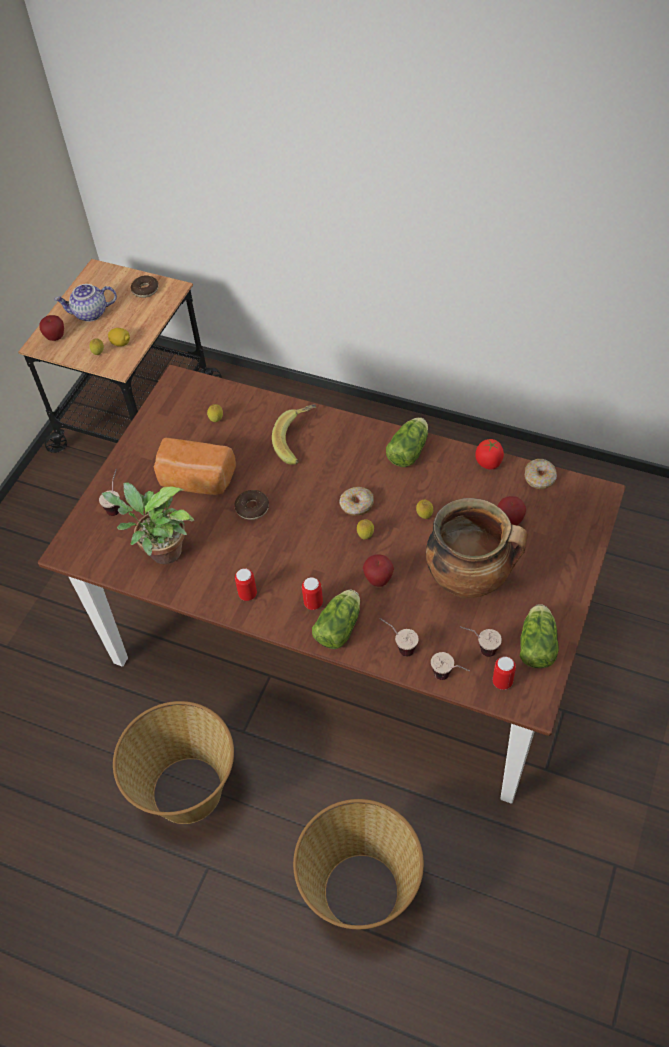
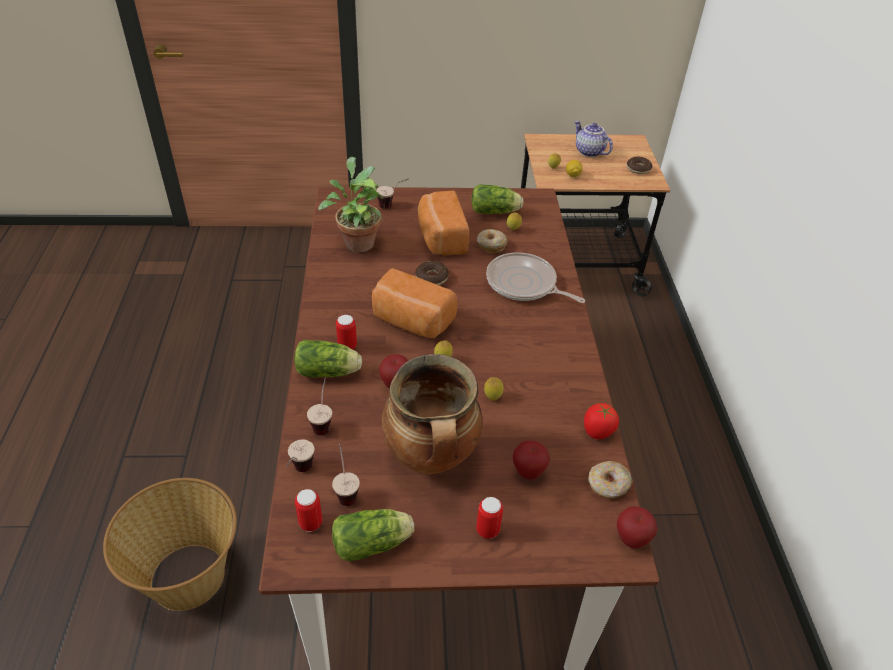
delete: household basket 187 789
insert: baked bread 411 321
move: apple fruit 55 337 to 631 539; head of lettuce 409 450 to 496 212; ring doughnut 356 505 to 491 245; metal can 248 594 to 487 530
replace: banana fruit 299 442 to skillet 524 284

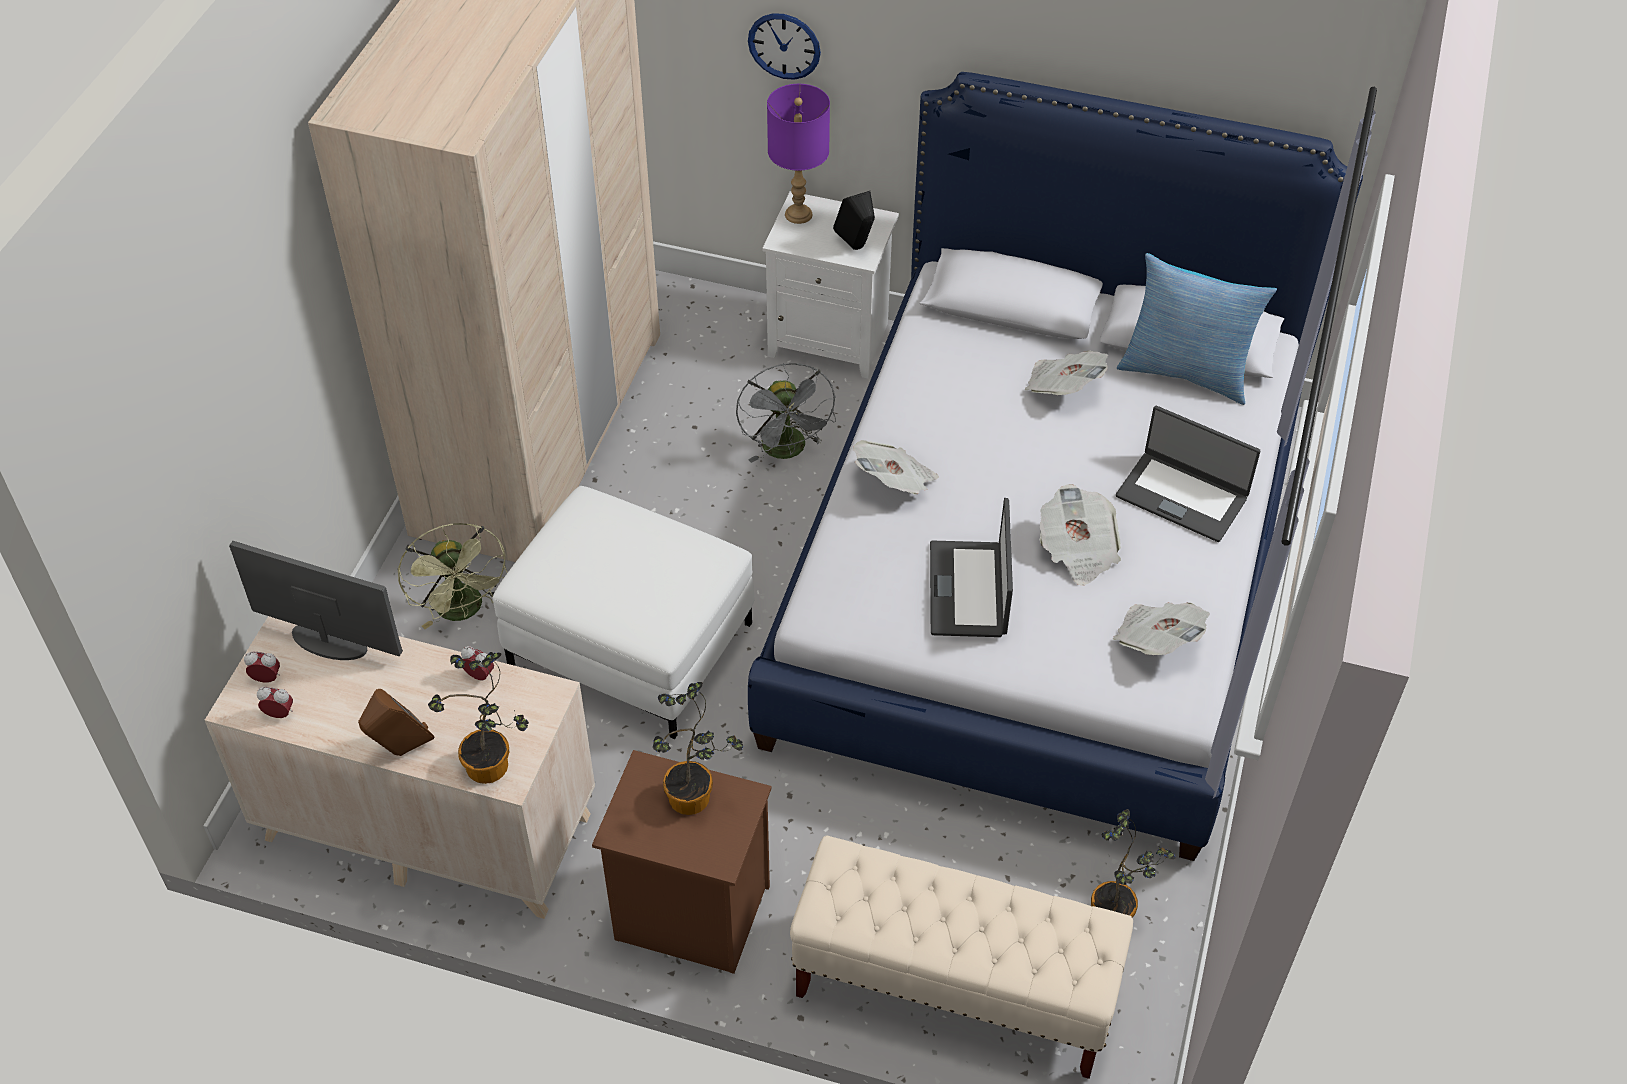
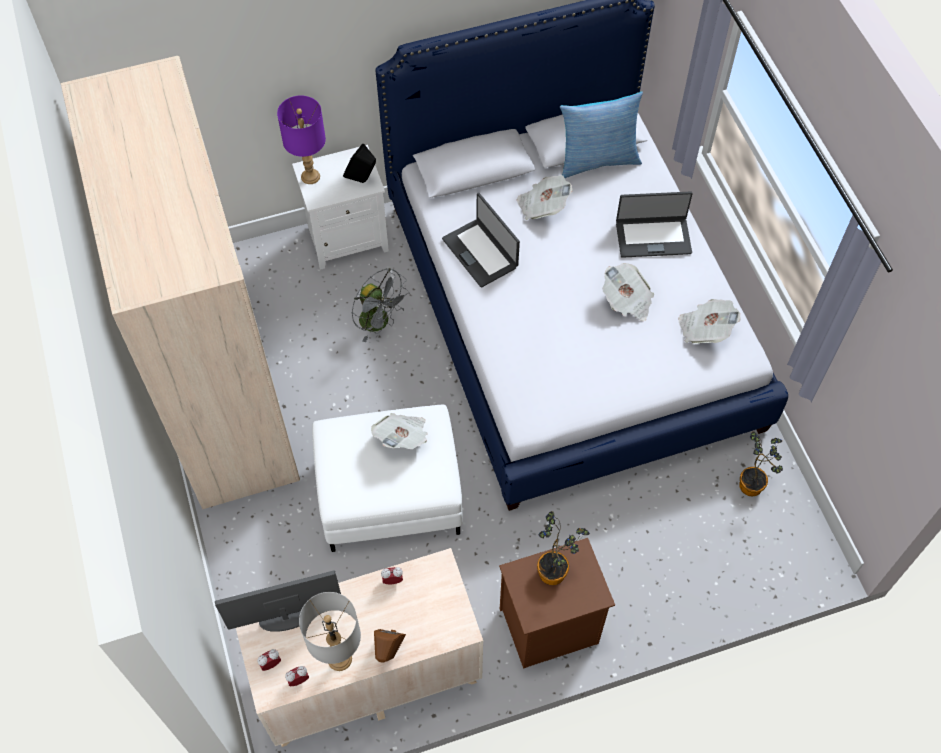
delete: hanging clock 784 46; green cooling fan 464 611; houseplant 493 769; beige-coloured bench 953 989
insert: greyish lamp for a table 339 659
move: daily paper 895 482 to 402 437; laptop 969 590 to 480 252

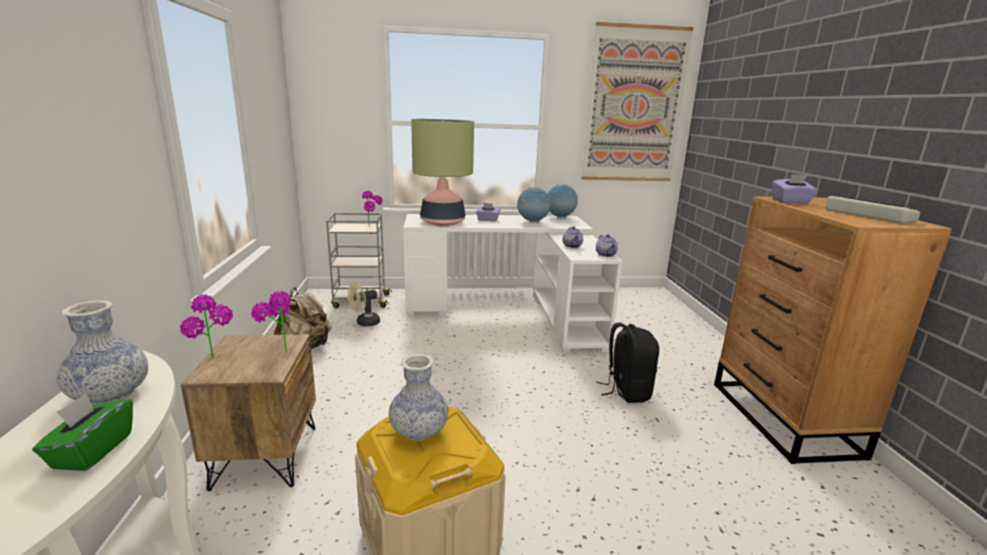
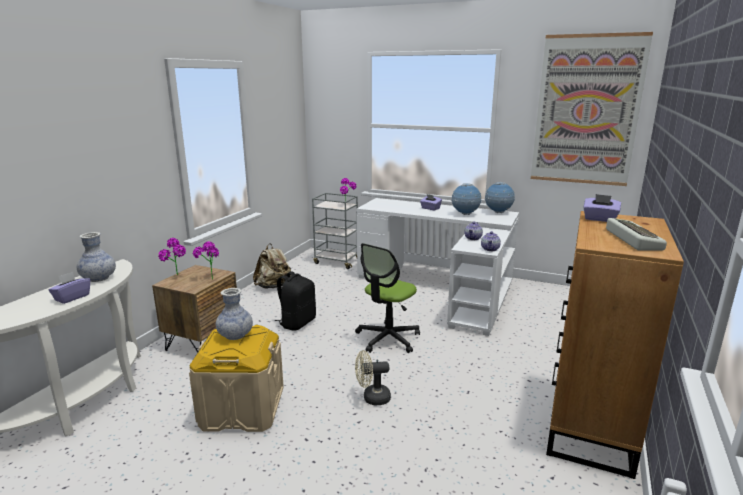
delete: lamp for a table 442 222
insert: desk chair 387 338
move: beige-coloured cooling fan 364 323 to 372 398; black-coloured backpack 626 391 to 297 323
recolor: green tissue holder 92 451 to purple tissue holder 72 297

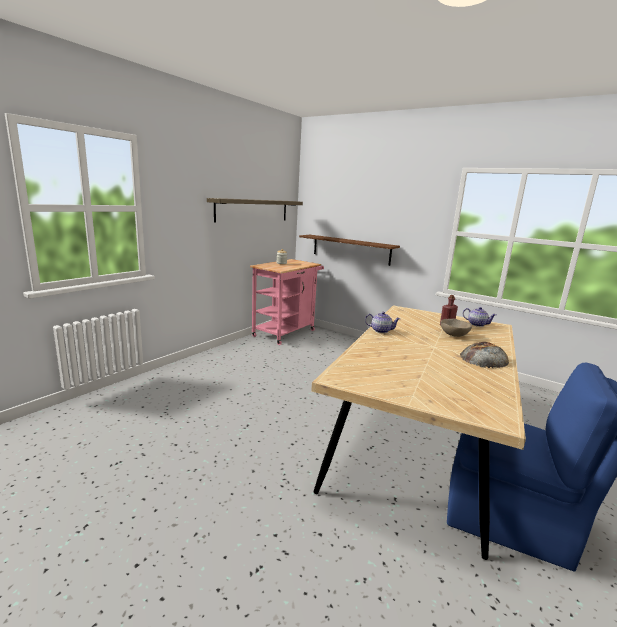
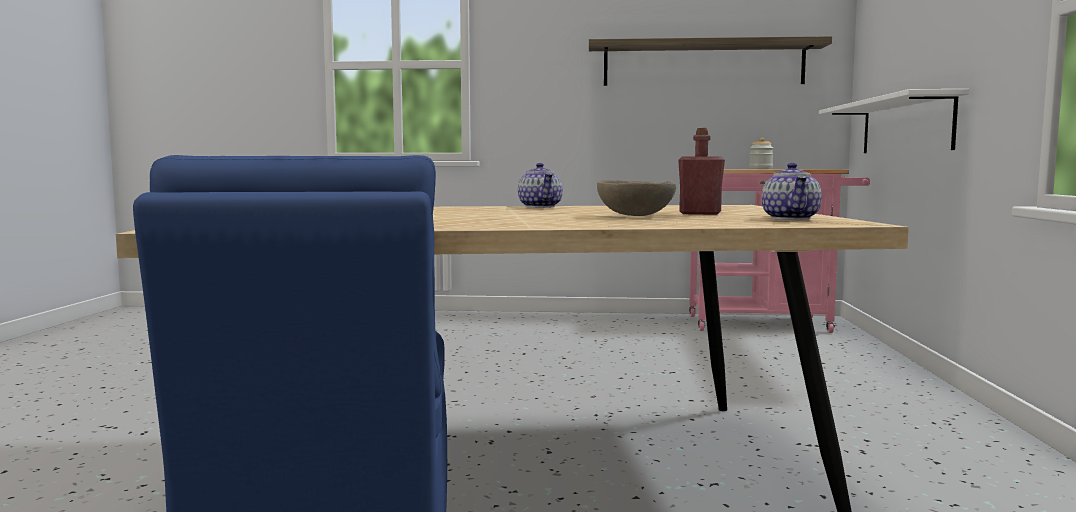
delete: baked bread 484 358
recolor: brown-coloured bracket shelf 350 249 to white bracket shelf 905 126

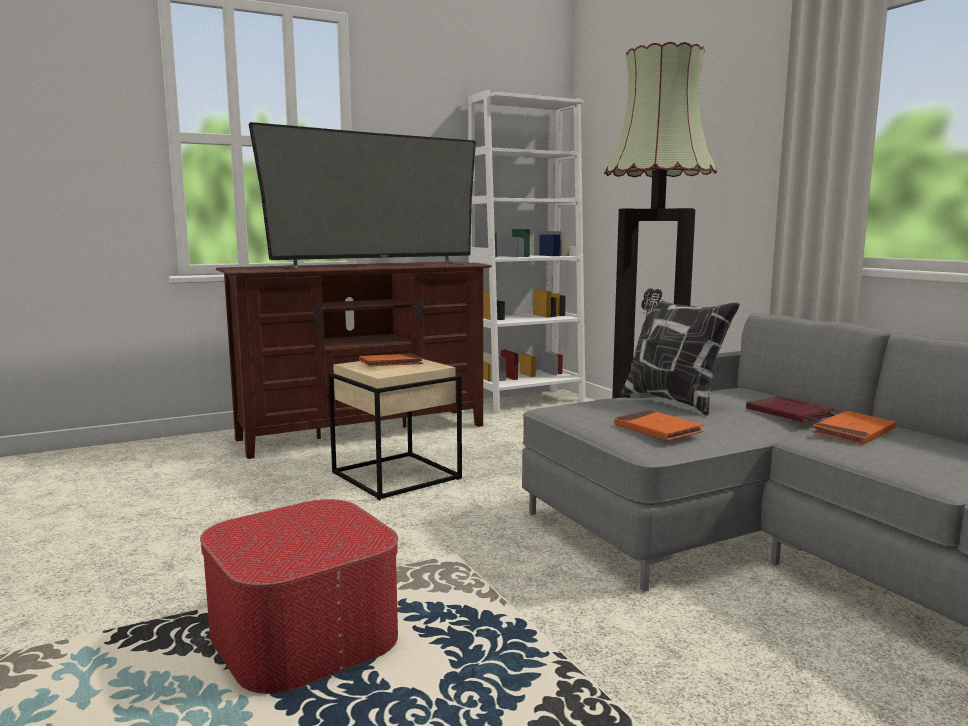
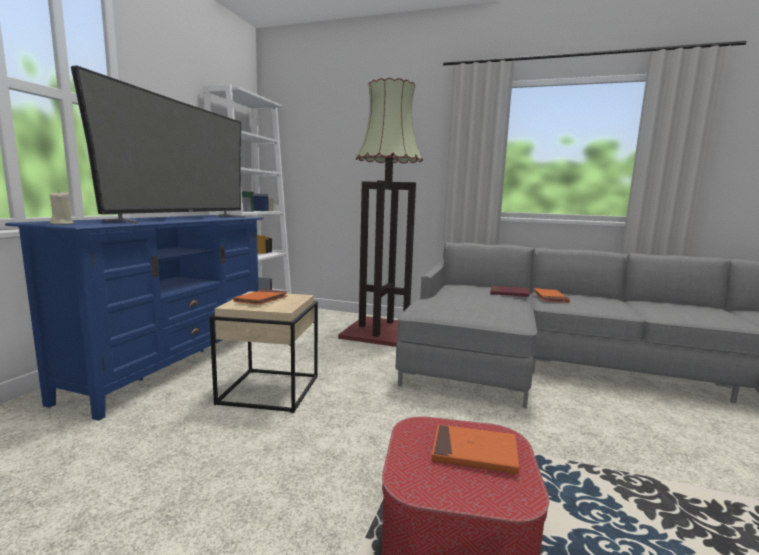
delete: cushion 671 401
insert: beige-coloured wax light 62 224
move: orangey volume 657 430 to 474 452
recolor: brown-coloured tv stand 363 432 to blue-coloured tv stand 173 363

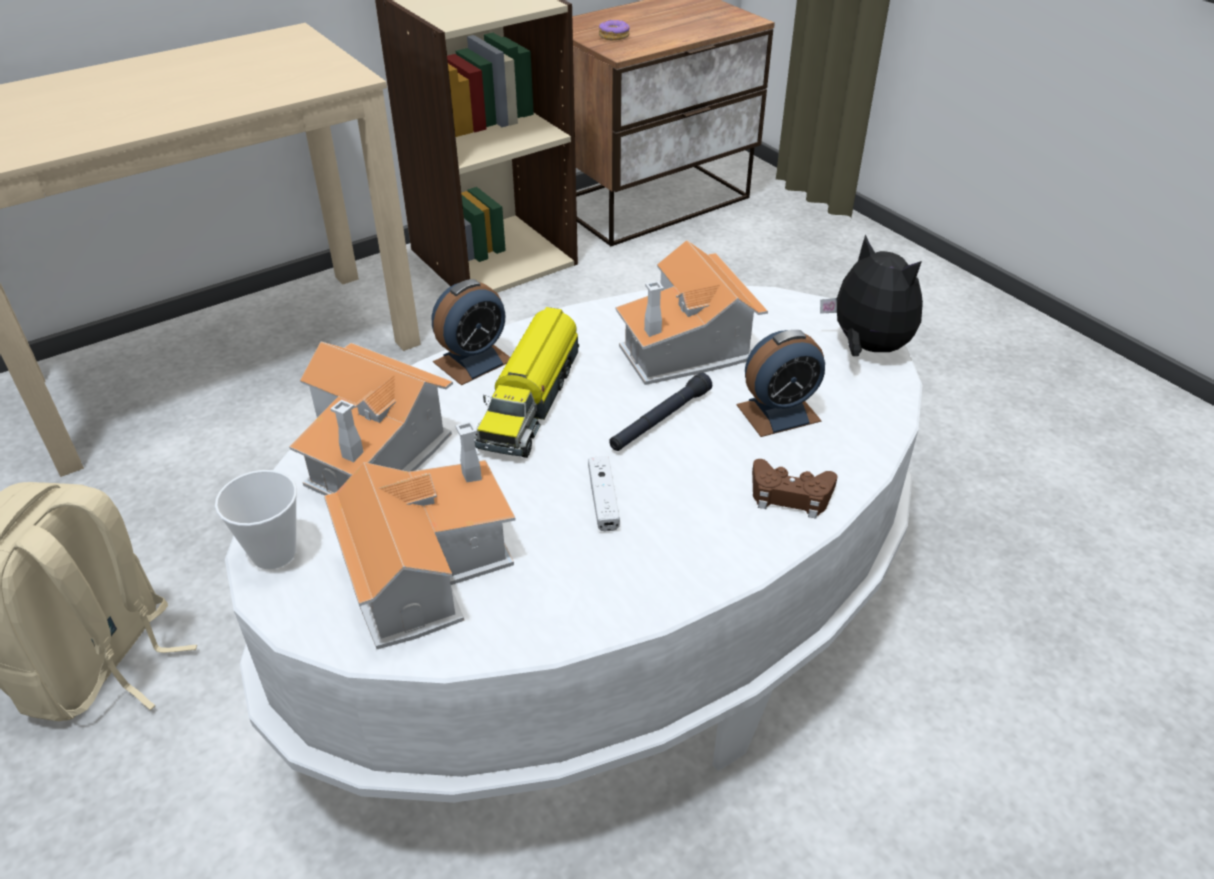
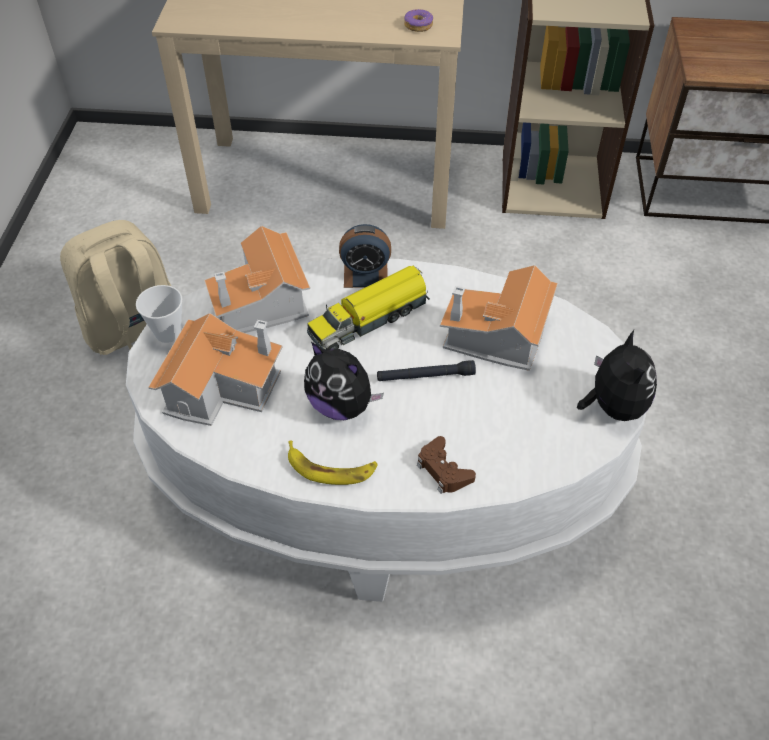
delete: alarm clock 778 413
insert: banana fruit 330 467
move: ring doughnut 614 36 to 418 25
replace: white gamepad 603 500 to soft toy 341 405

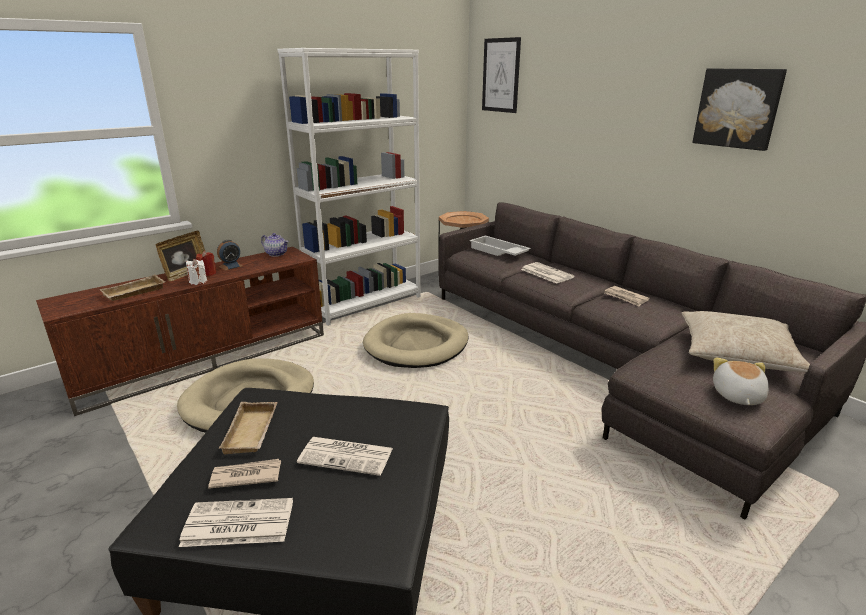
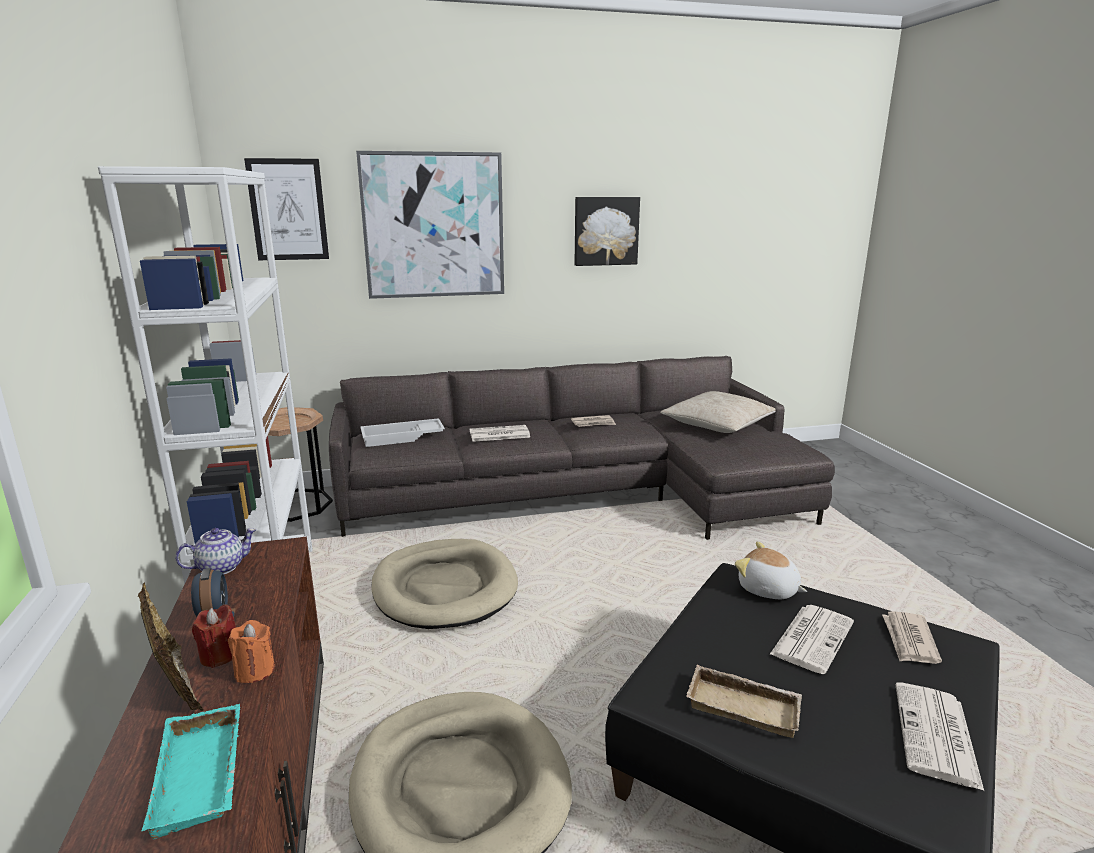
insert: wall art 433 226
move: soft toy 736 396 to 767 590; daily paper 245 476 to 909 640
recolor: white wax light 198 282 to orangey wax light 254 670; beige-coloured serving tray 134 293 to turquoise serving tray 203 776

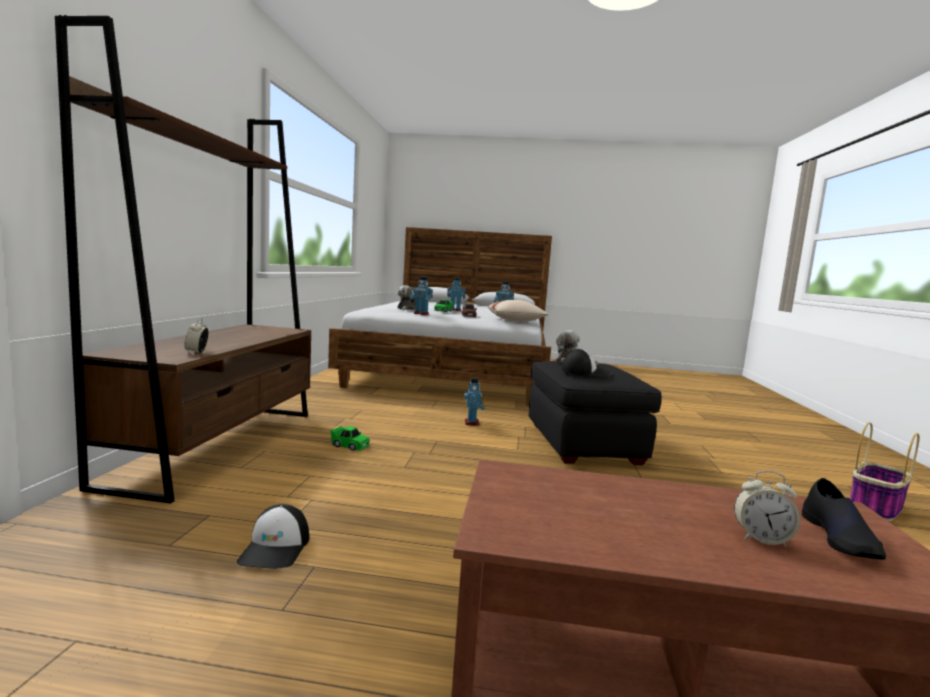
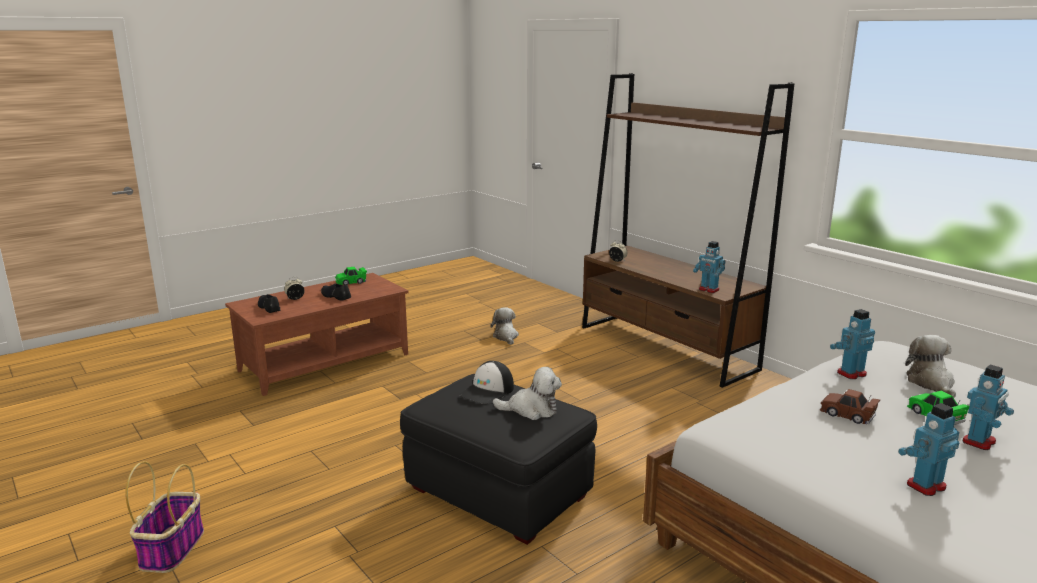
delete: beige-coloured cushion 516 321
insert: black-coloured item of footwear 335 296
move: robot figure 472 423 to 708 290; green miniature car 350 446 to 351 282
replace: cap 276 548 to soft toy 506 337

